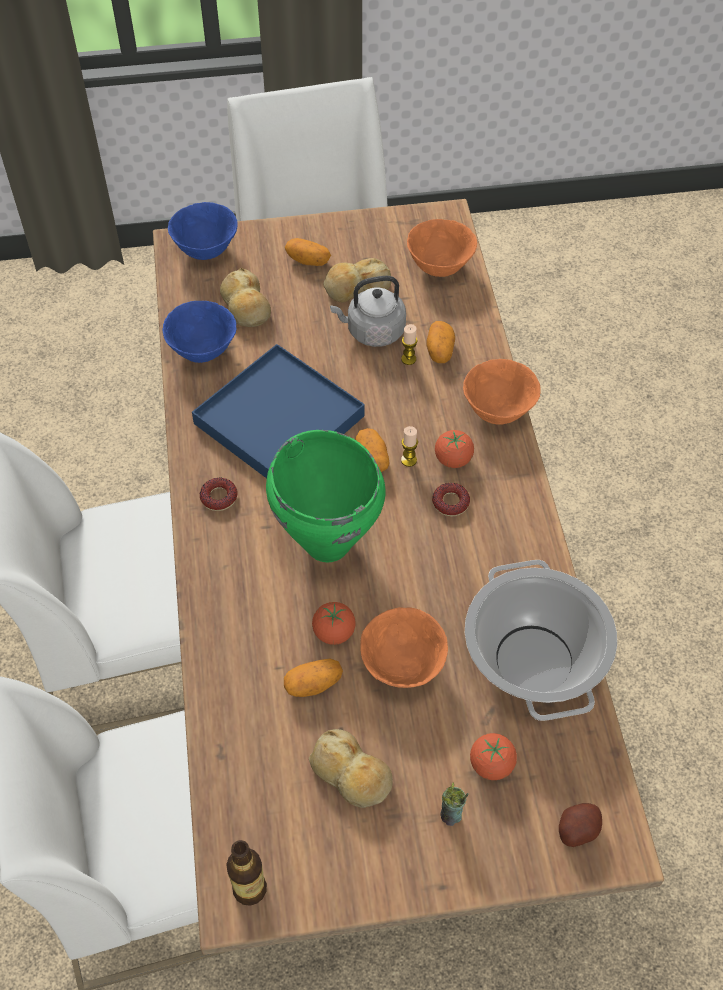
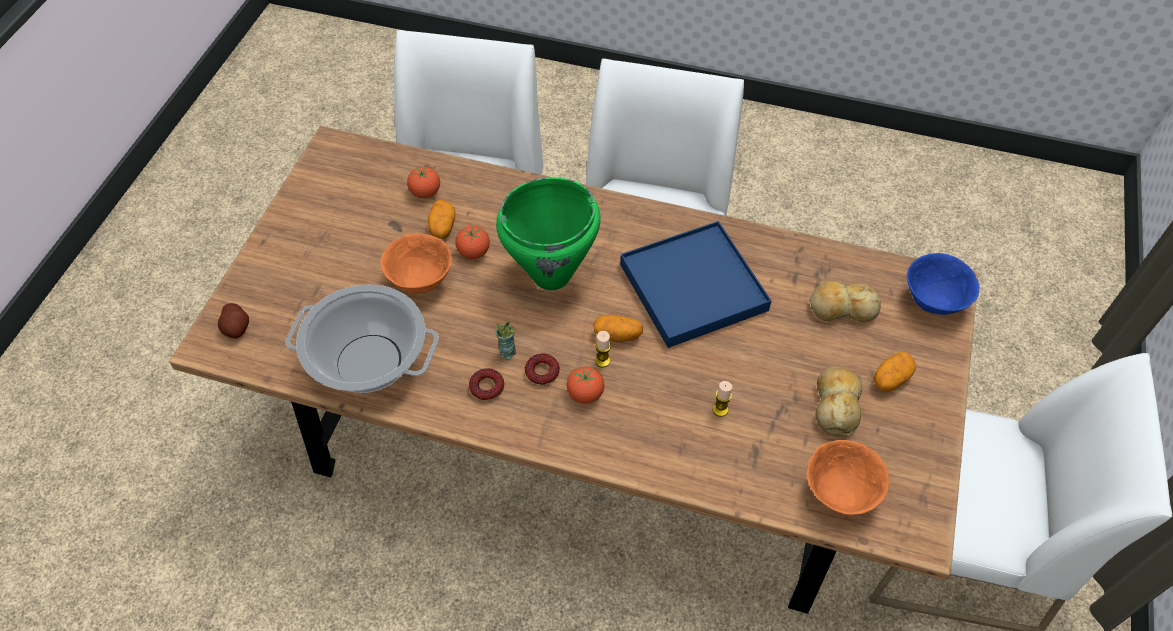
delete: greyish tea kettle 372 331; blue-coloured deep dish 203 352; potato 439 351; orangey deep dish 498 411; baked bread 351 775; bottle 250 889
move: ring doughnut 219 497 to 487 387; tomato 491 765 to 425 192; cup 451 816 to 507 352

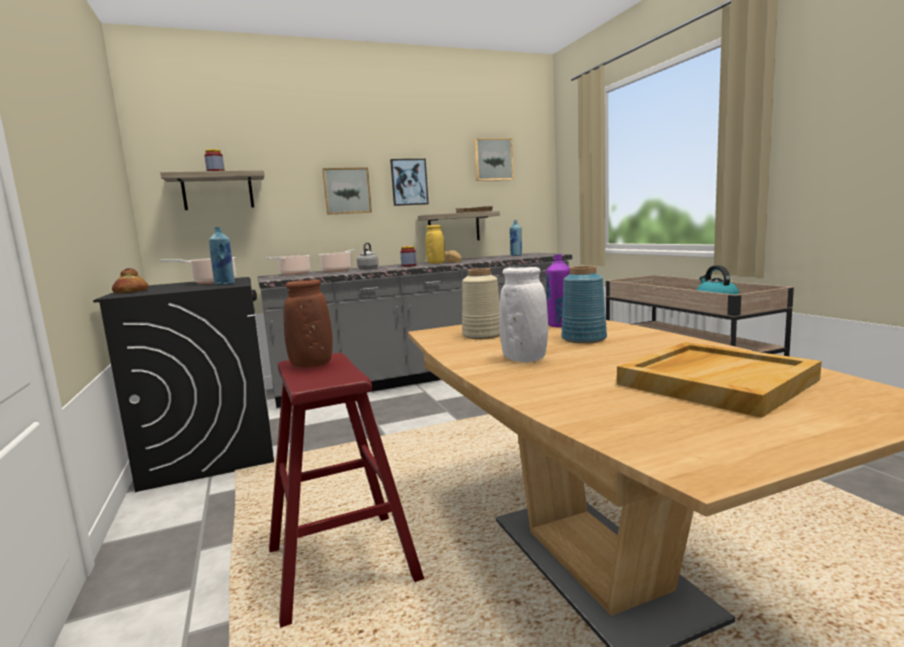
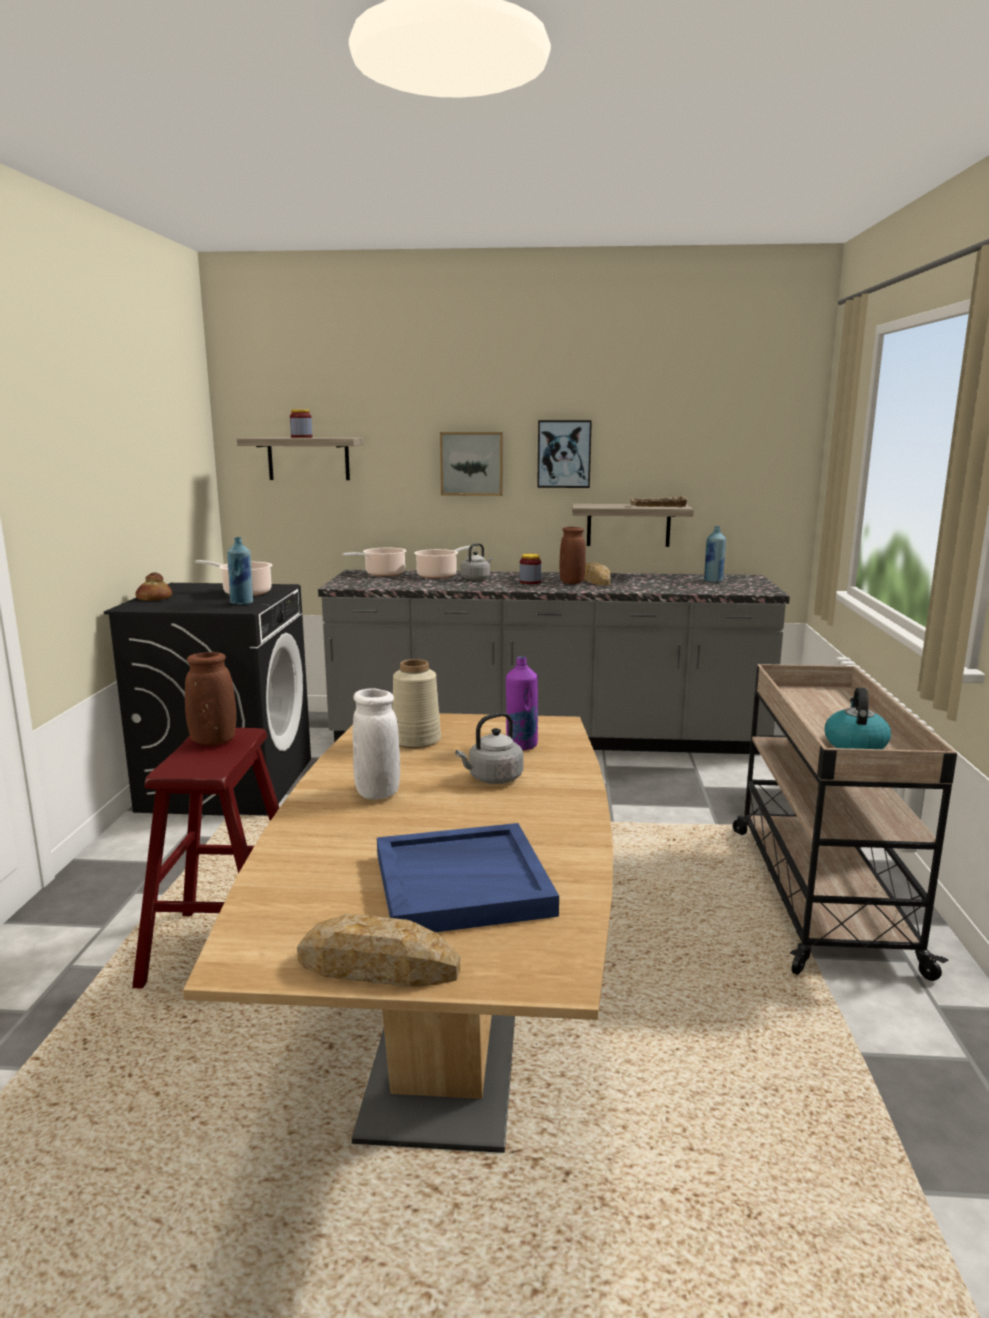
delete: wall art 493 159
insert: baked bread 377 966
replace: blue-coloured vase 584 339 to greyish tea kettle 492 779
recolor: yellow-coloured vase 436 263 to brown-coloured vase 571 582; beige-coloured serving tray 715 381 to blue-coloured serving tray 463 883

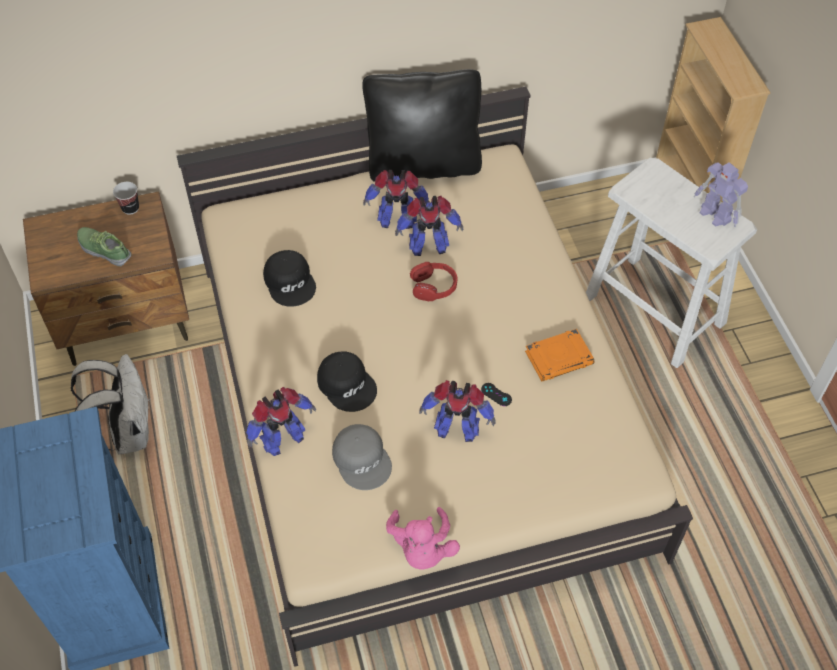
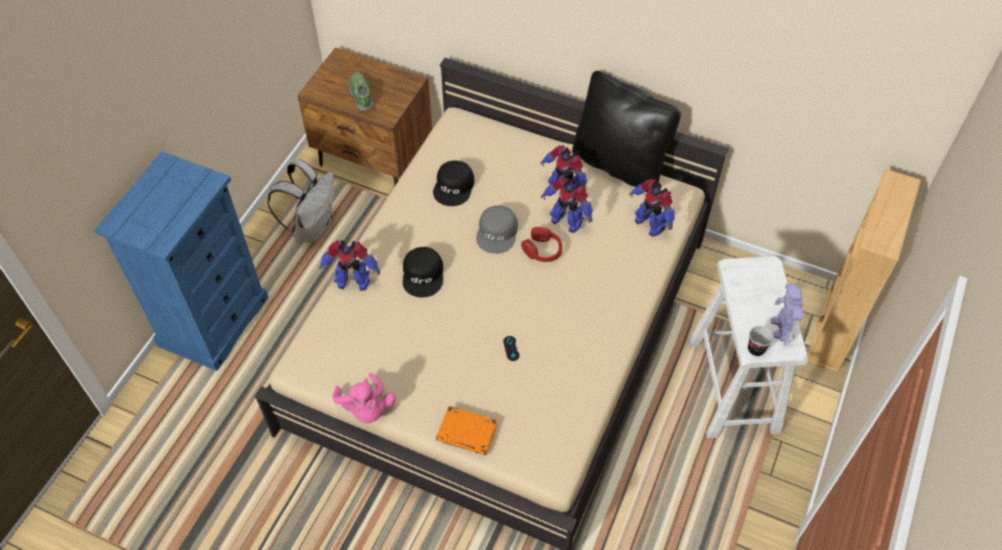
move: cup 130 208 to 756 349; orangey volume 559 358 to 467 432; robot figure 456 428 to 649 223; greyish cap 362 459 to 498 233
rotate: pink-coloured soft toy 422 549 = 366 409 60 degrees counterclockwise

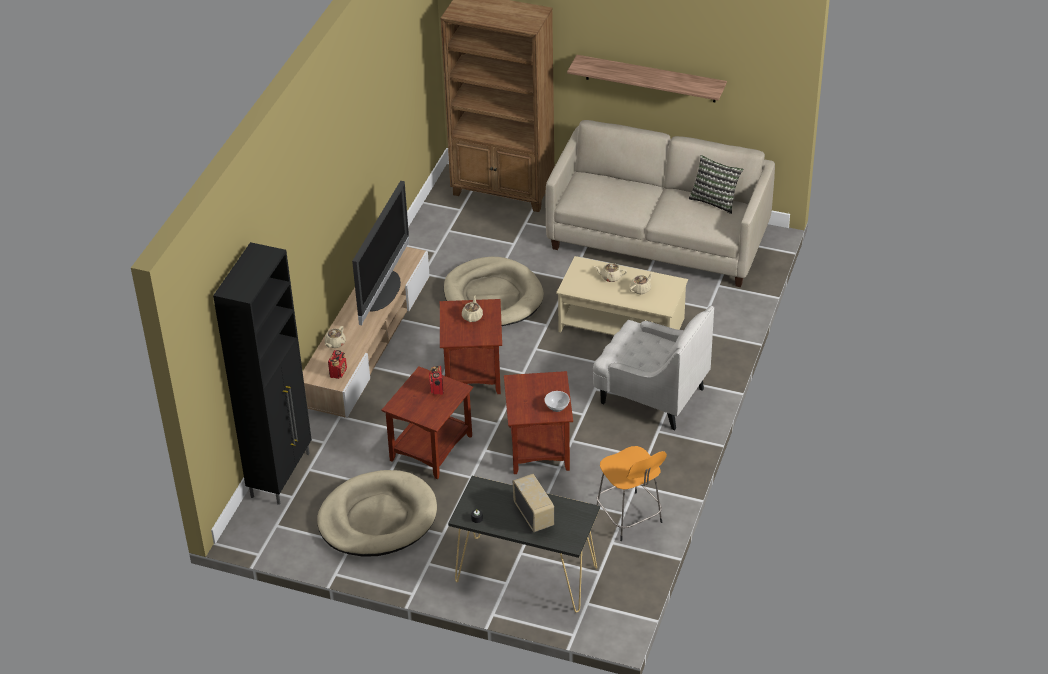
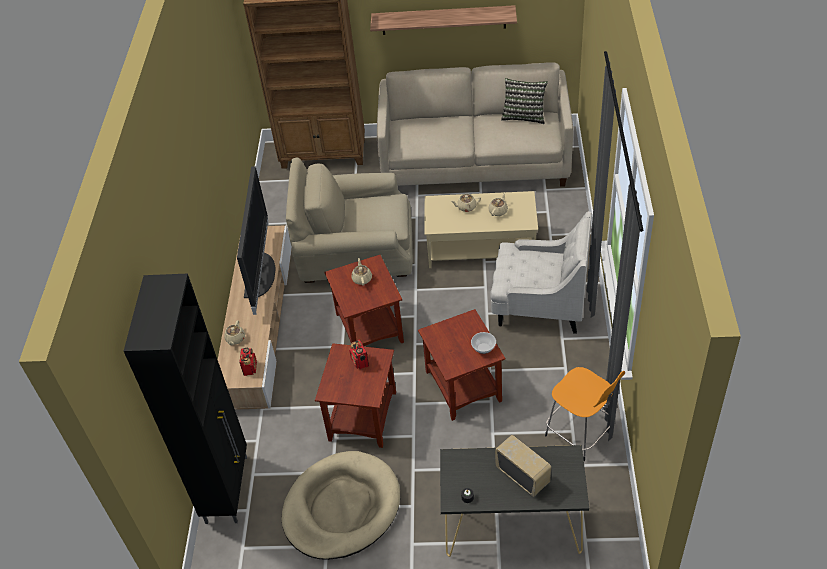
replace: beige-coloured pet bed 493 296 to beige-coloured lounge chair 356 250

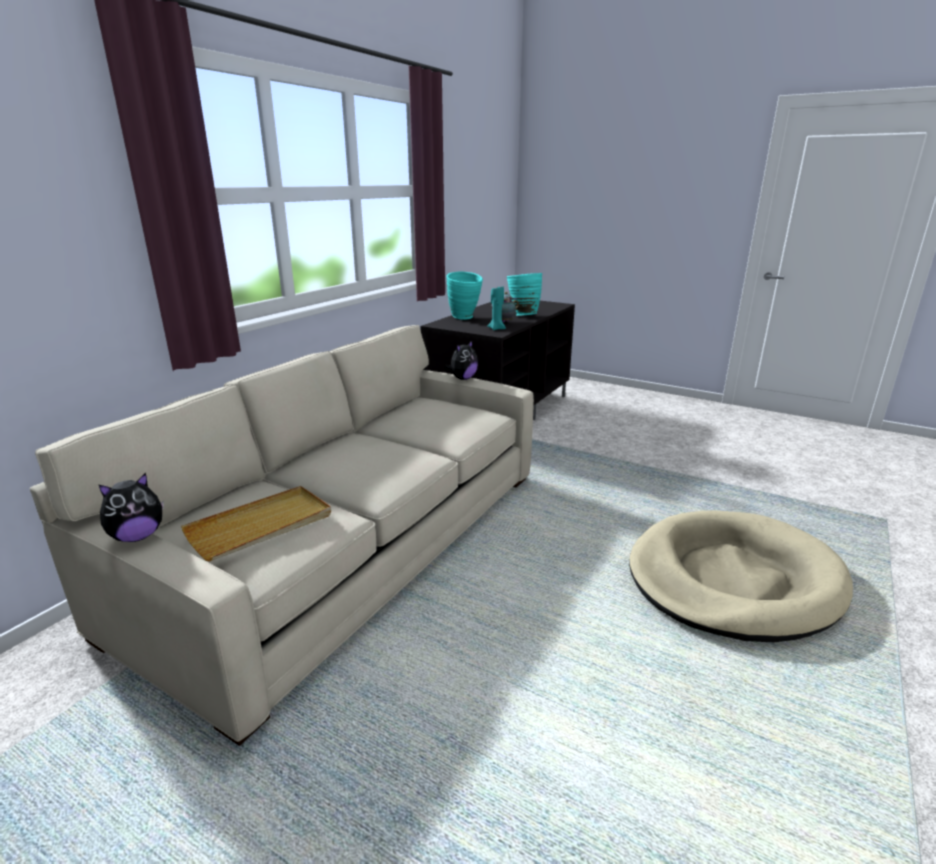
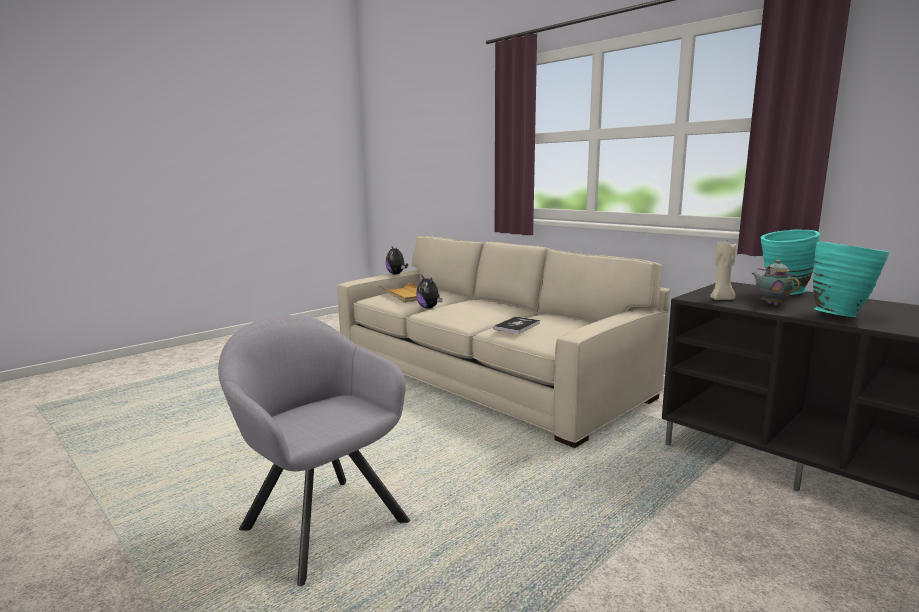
insert: volume 517 326
move: soft toy 463 378 to 429 308
replace: beige-coloured pet bed 732 579 to greyish lounge chair 320 521
recolor: turquoise wax light 496 328 to beige-coloured wax light 721 299

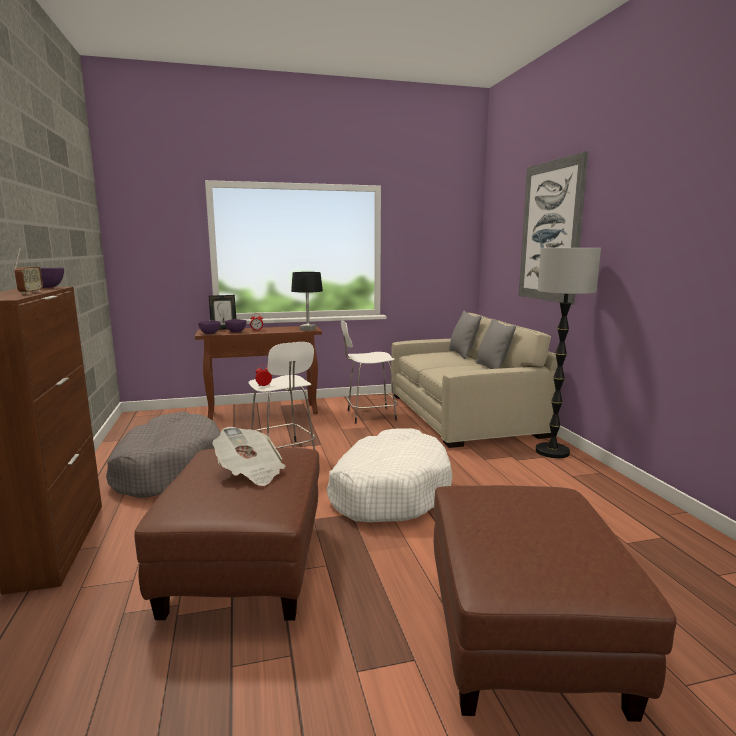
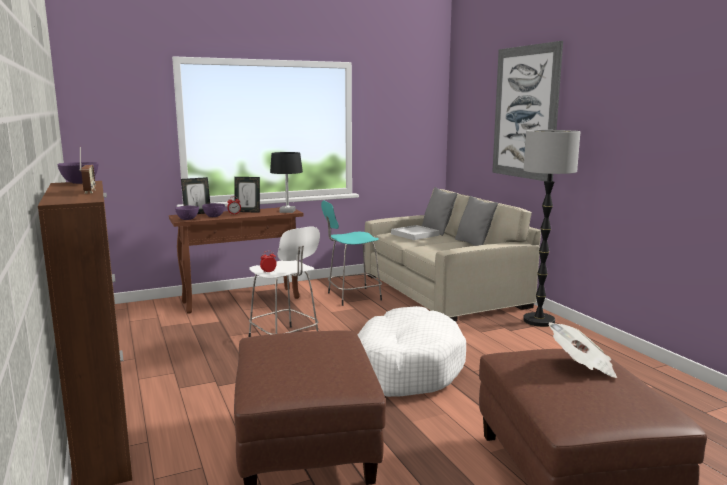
delete: greyish pet bed 167 469
insert: picture frame 247 211; white serving tray 415 235
move: daily paper 250 472 to 582 366
recolor: white stool 369 415 to turquoise stool 352 297

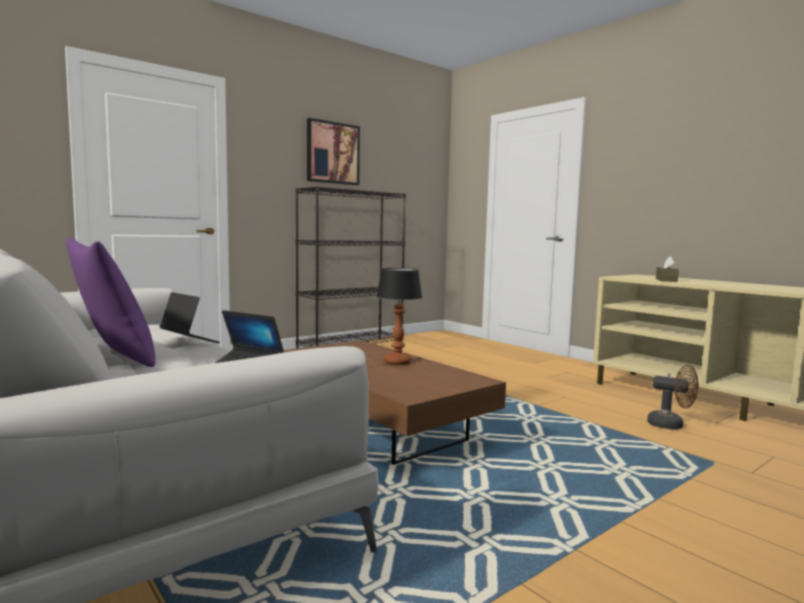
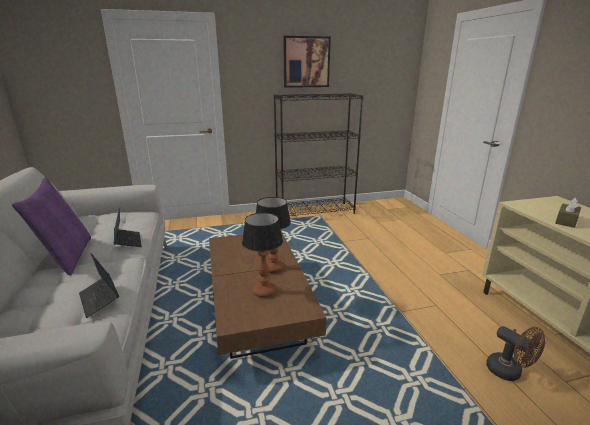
insert: lamp for a table 264 292

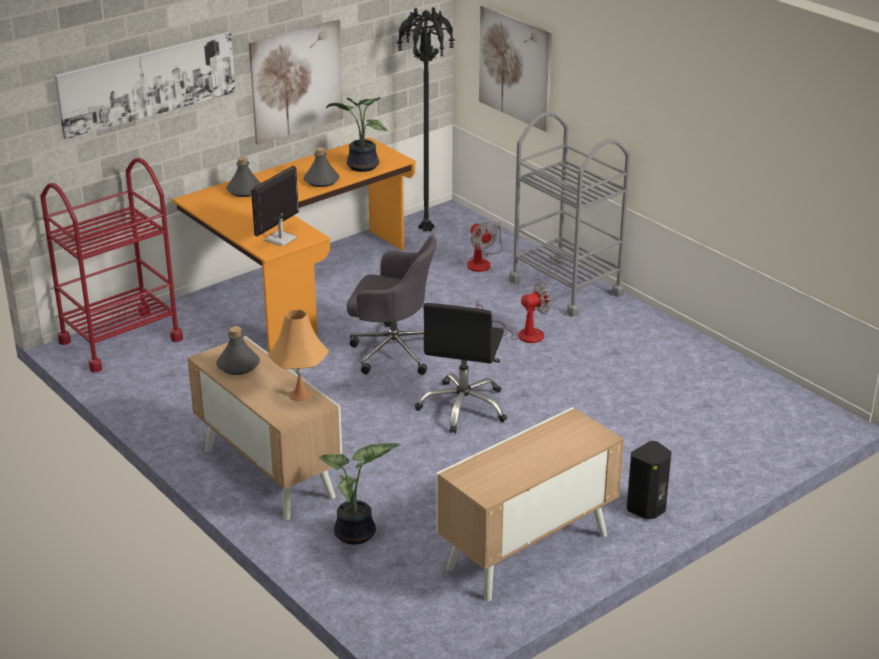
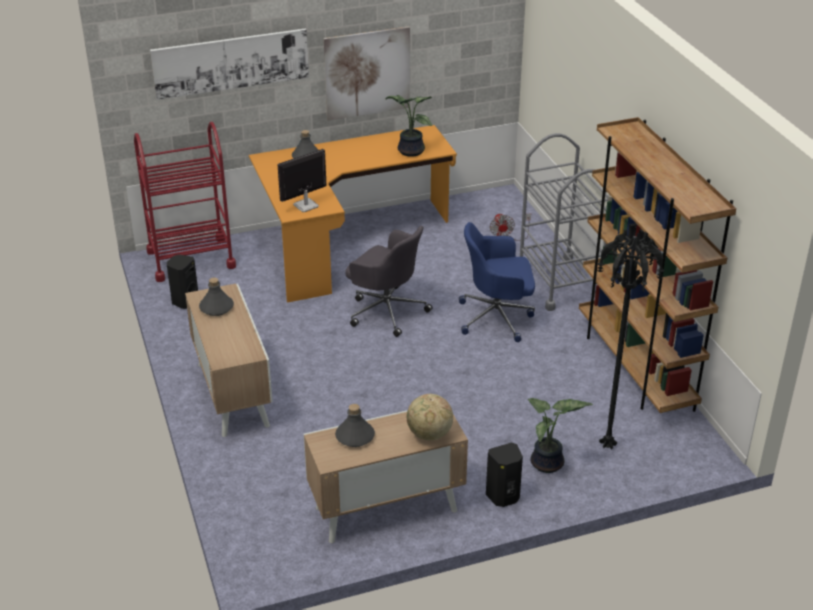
delete: wall art 515 67; black-coloured desk chair 463 407; orangey lamp for a table 300 395
insert: brown-coloured bookshelf 635 368; black-coloured speaker 184 301; world globe 429 434
move: black-coloured standing lamp 427 232 to 608 447; greyish bottle 321 181 to 354 436; houseplant 357 535 to 548 465
replace: cooling fan 522 333 to blue-coloured desk chair 497 317

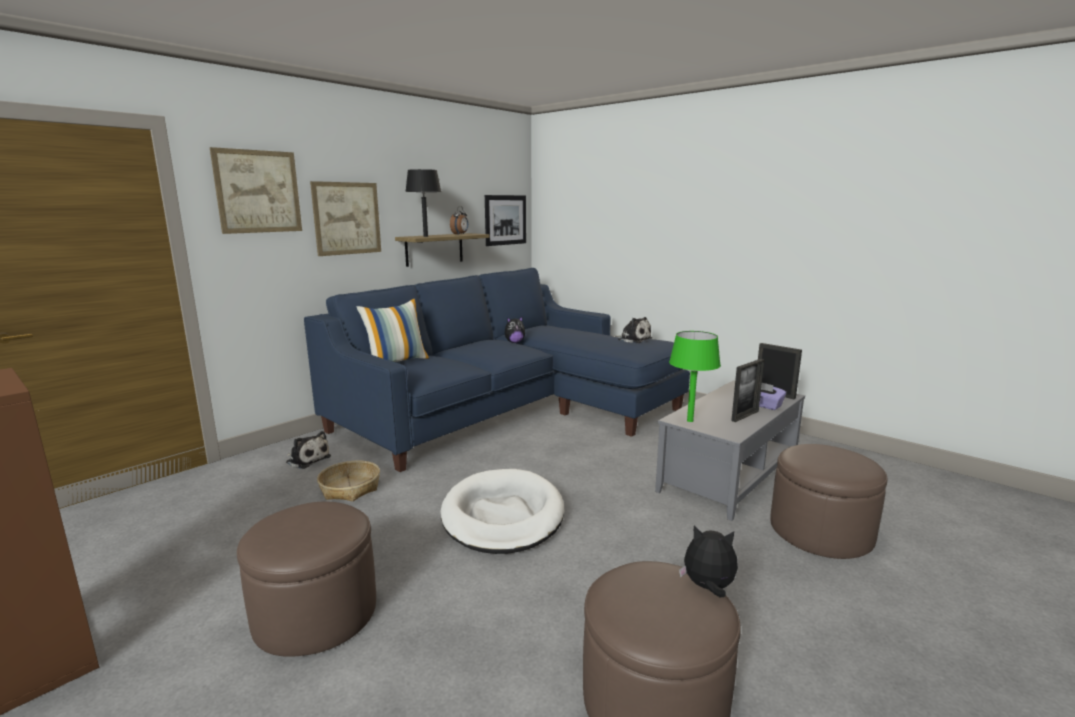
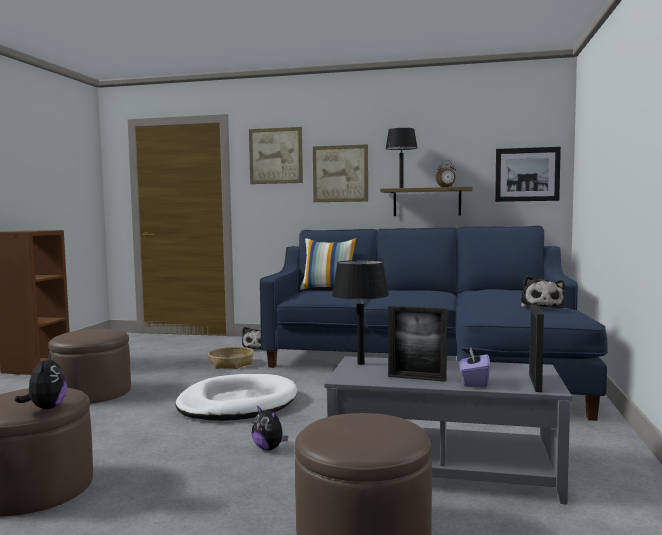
move: soft toy 514 342 to 269 448
recolor: green lamp for a table 690 421 to black-coloured lamp for a table 361 364

